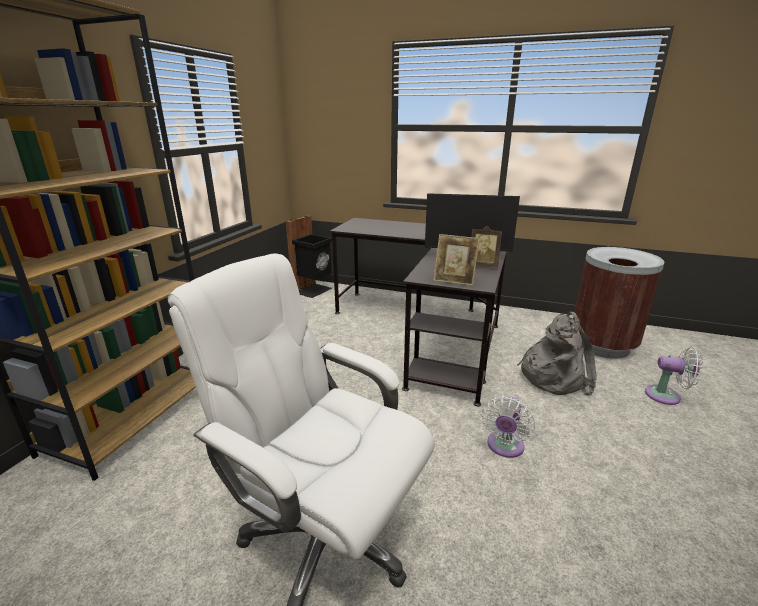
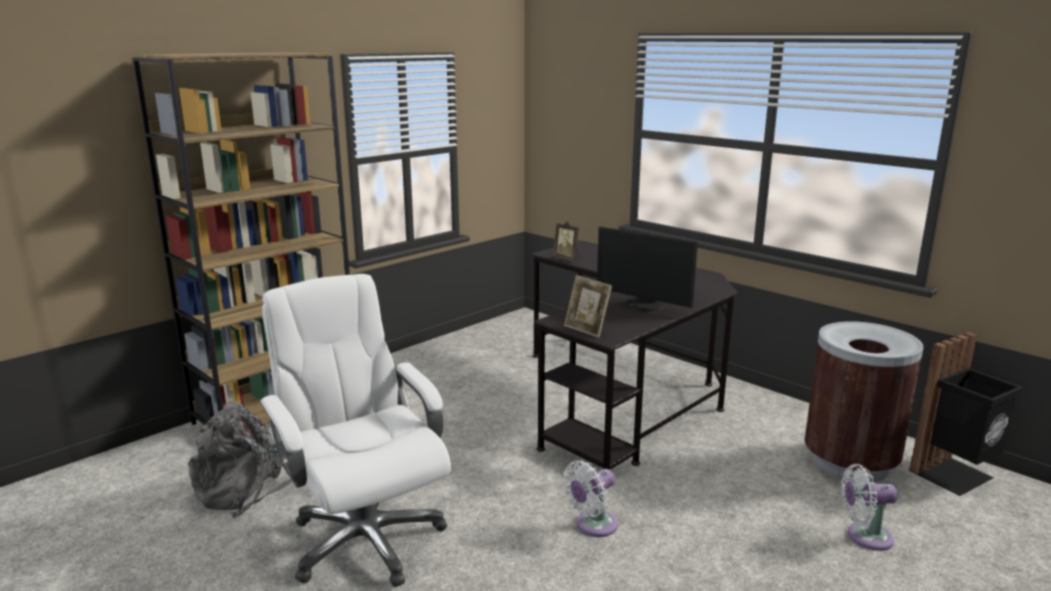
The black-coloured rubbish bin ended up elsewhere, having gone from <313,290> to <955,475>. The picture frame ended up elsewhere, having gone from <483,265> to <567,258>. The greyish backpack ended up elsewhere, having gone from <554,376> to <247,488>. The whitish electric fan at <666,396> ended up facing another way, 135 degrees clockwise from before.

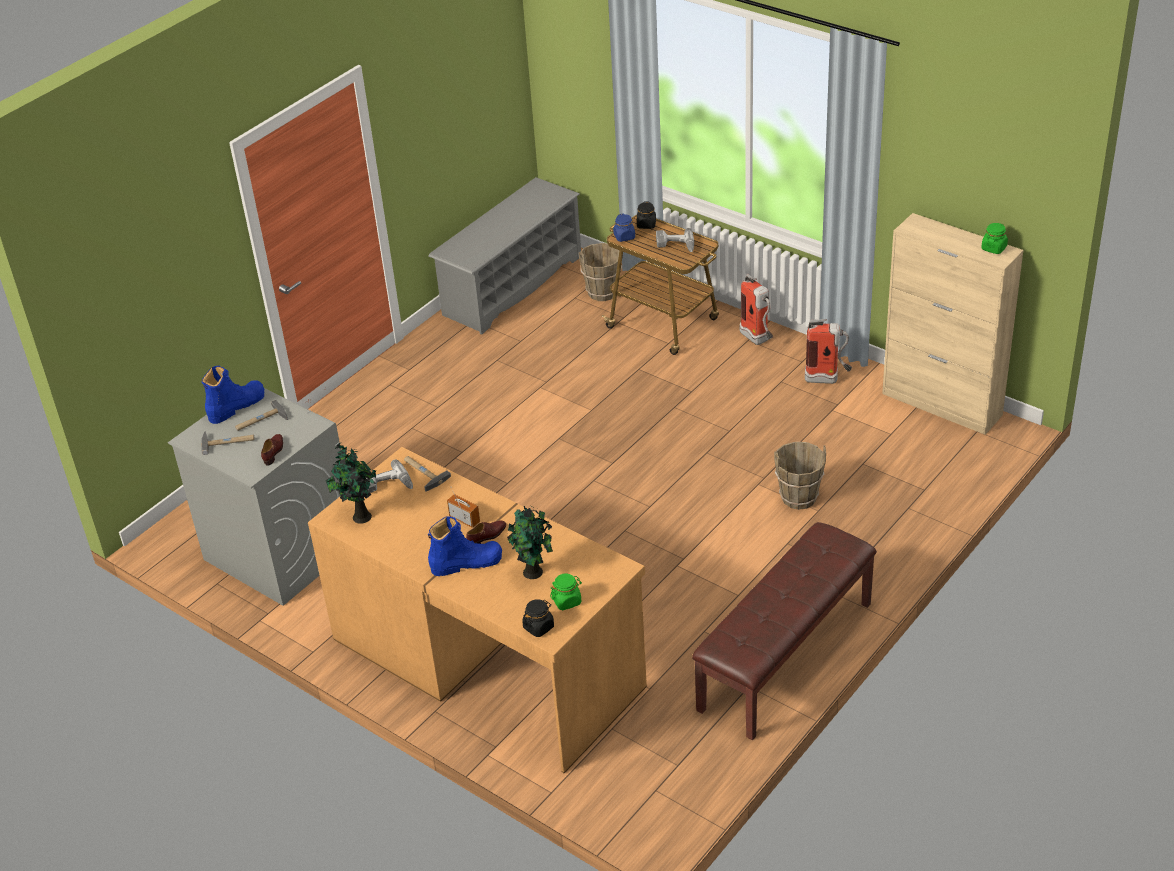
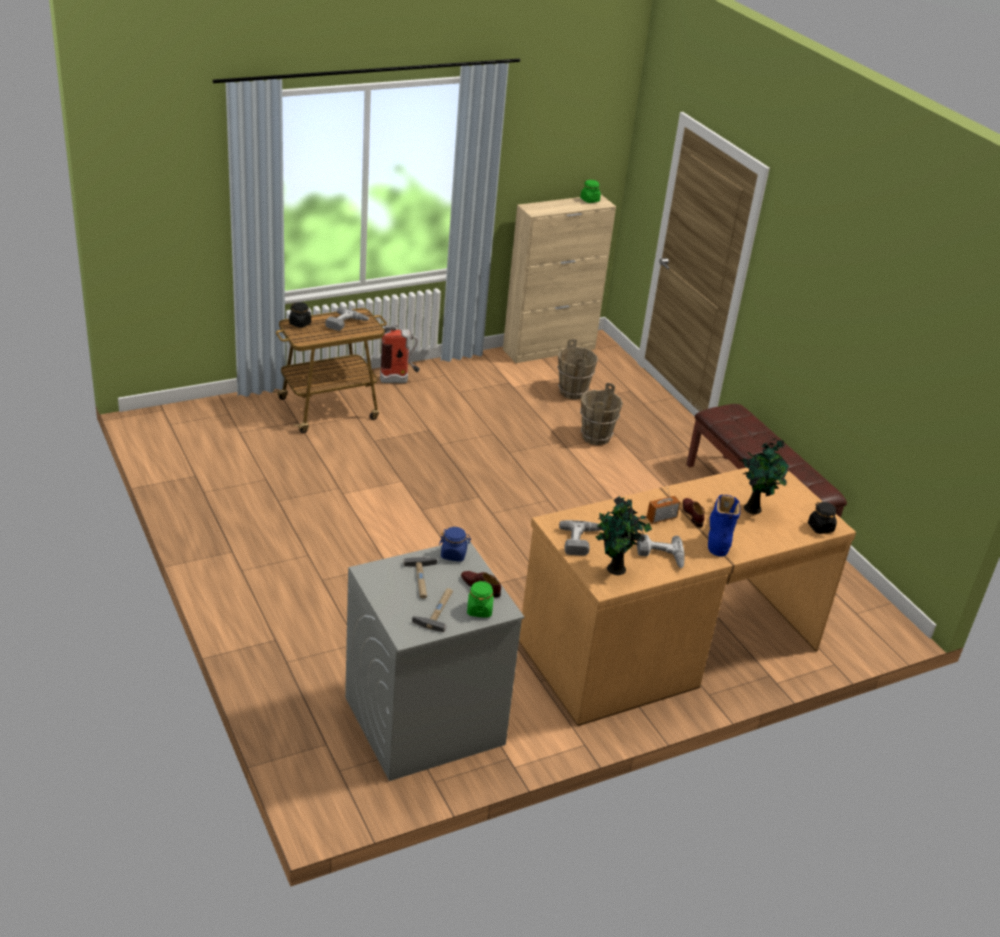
The second view lost the blue-coloured high-top boot at <236,406>. The second view lost the tool hammer at <422,473>. The second view lost the greyish shoe rack at <512,286>. The greenish preserve jar ended up elsewhere, having gone from <567,601> to <479,610>. The brown-coloured bucket ended up elsewhere, having gone from <603,292> to <573,392>. The blue-coloured preserve jar ended up elsewhere, having gone from <624,237> to <454,554>. The second view lost the fire extinguisher at <827,379>. The second view gained the power drill at <660,556>.

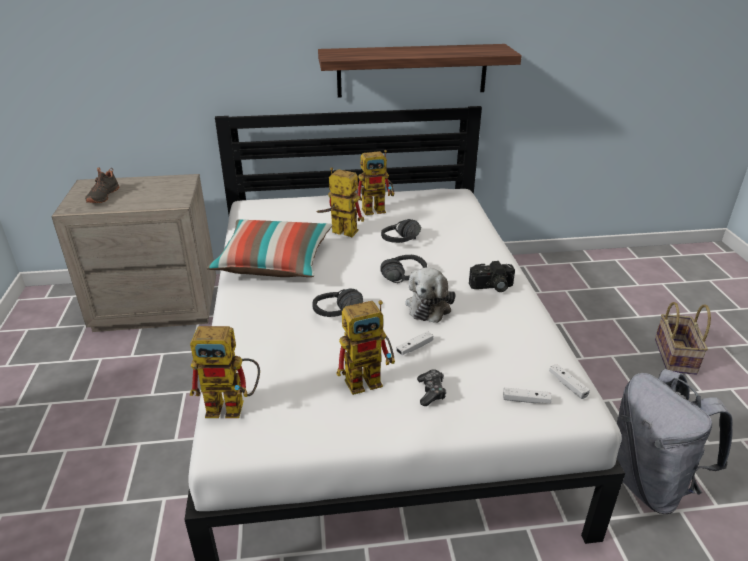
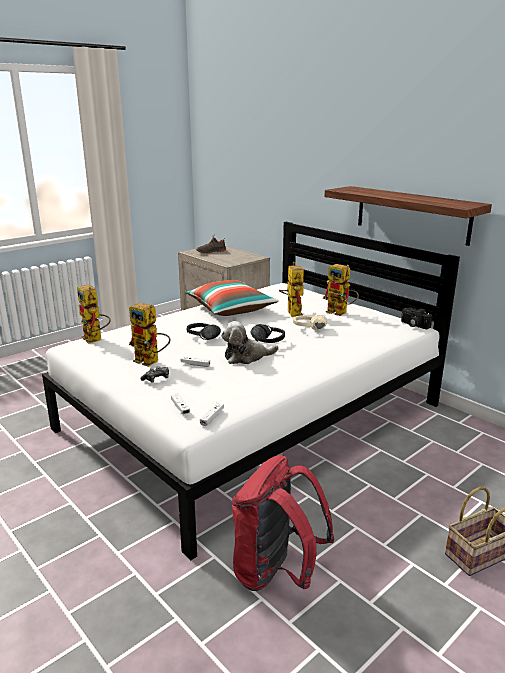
What was the black-coloured pair of headphones at <406,242> turned into the sand-coloured pair of headphones at <309,330>. The photo camera ended up elsewhere, having gone from <492,287> to <413,325>. What was the greyish backpack at <649,483> turned into the red-coloured backpack at <276,573>.

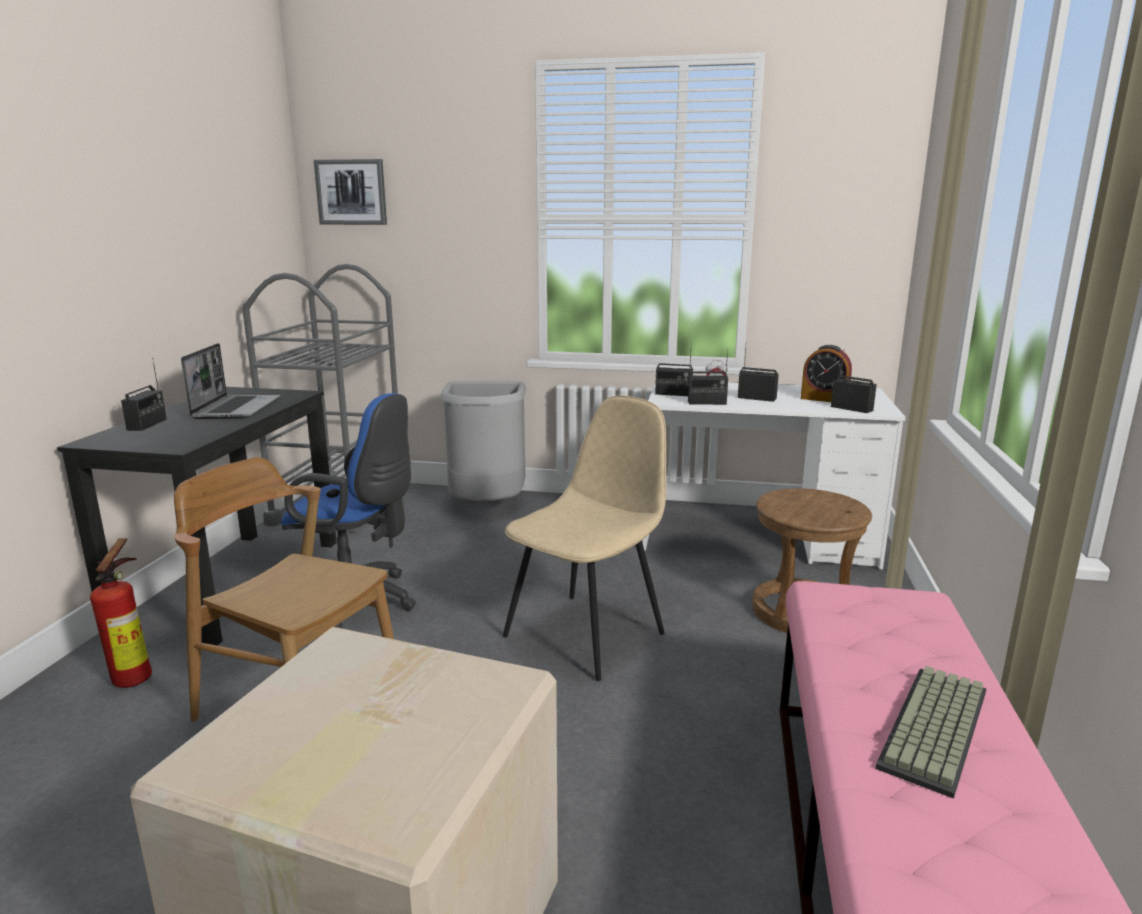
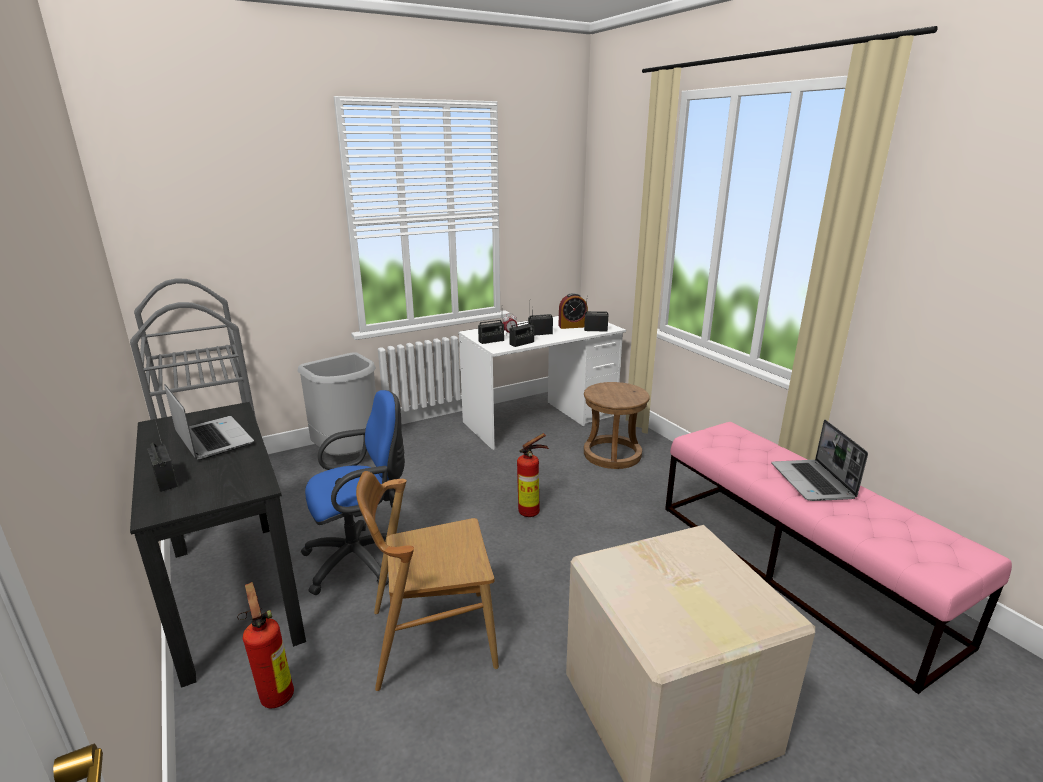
The second view lost the picture at <351,192>. Where the sand-coloured chair stood at <587,633>, the fire extinguisher came to stand at <532,512>. Where the keyboard stood at <937,730>, the portable computer came to stand at <813,482>.

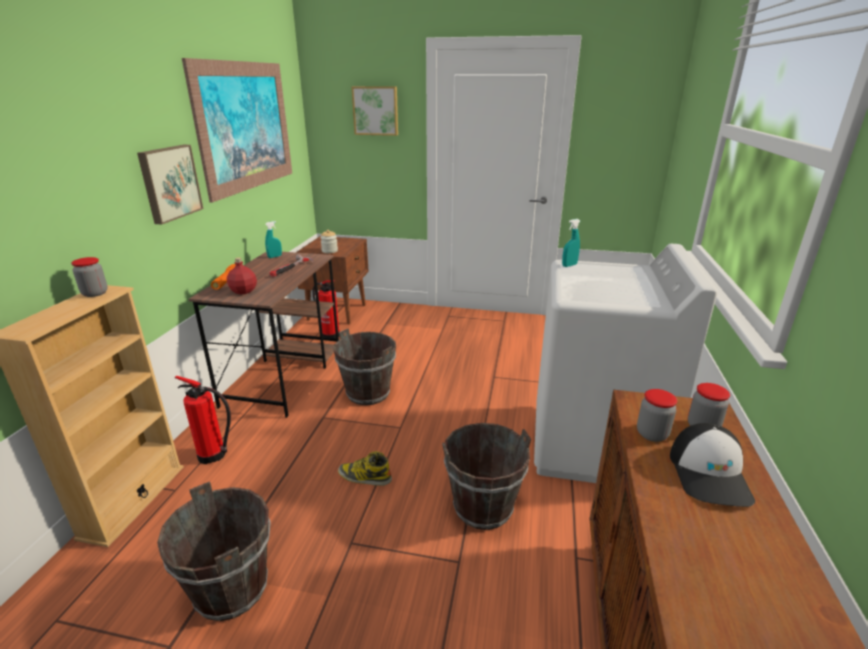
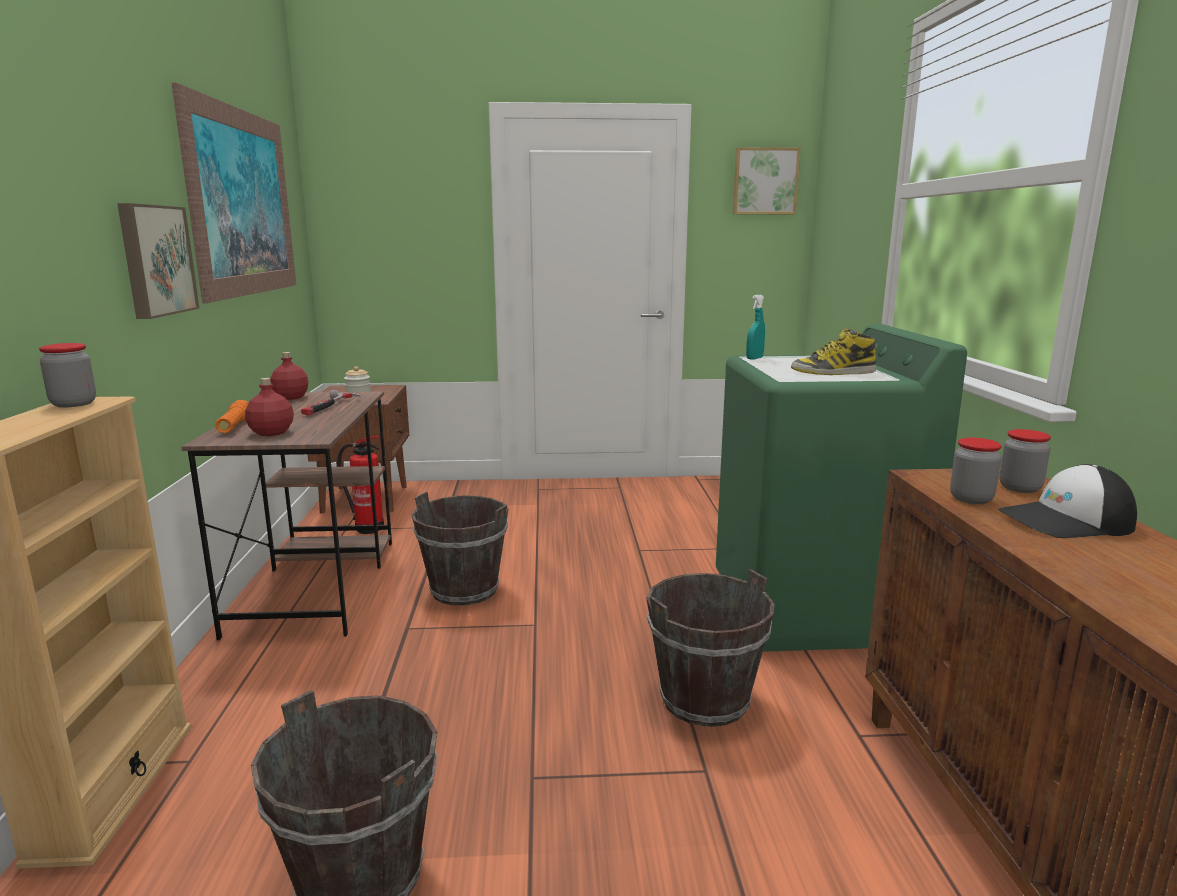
The second view lost the fire extinguisher at <214,456>. Where the turquoise hand sprayer stood at <275,256>, the red-coloured bottle came to stand at <291,397>. The high-top boot ended up elsewhere, having gone from <364,477> to <833,372>. The picture ended up elsewhere, having gone from <376,111> to <765,181>. What was the whitish washing machine at <594,446> turned into the greenish washing machine at <812,609>. The baseball cap at <710,474> ended up facing another way, 90 degrees clockwise from before.

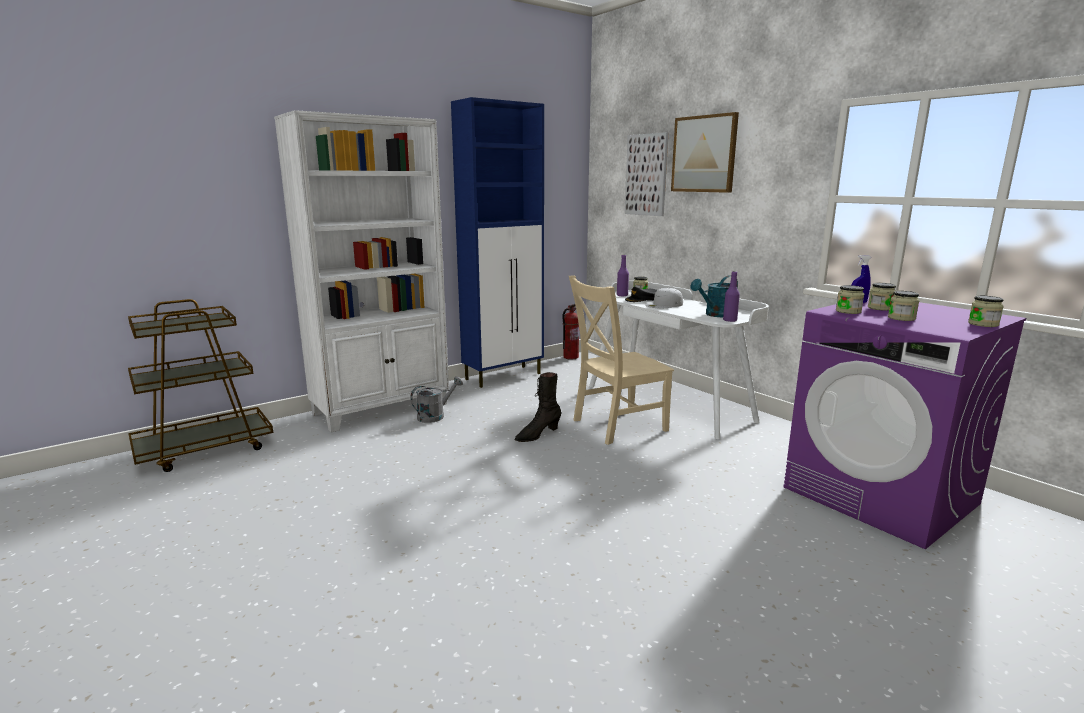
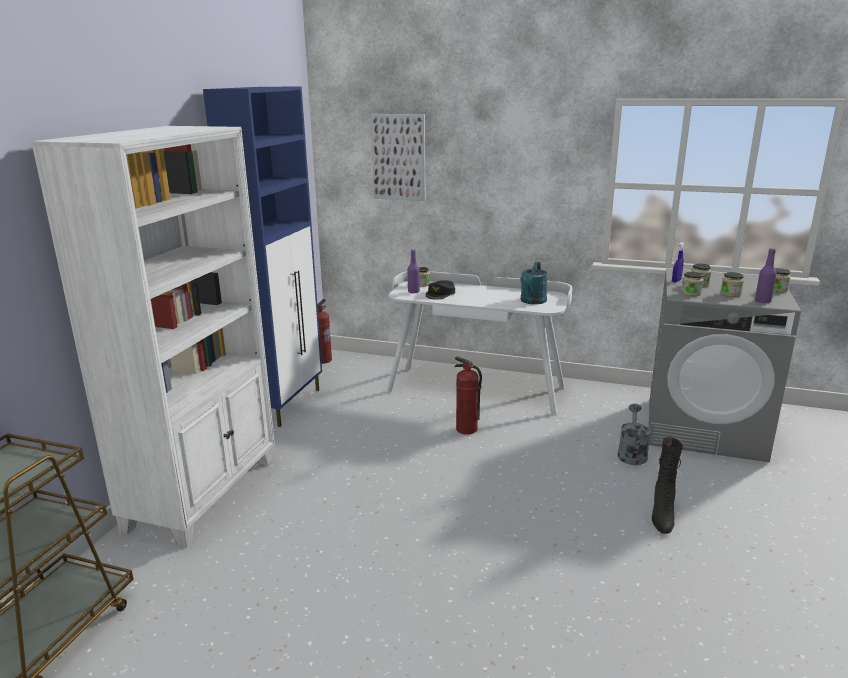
The greyish watering pot ended up elsewhere, having gone from <435,416> to <631,453>. The black-coloured high-top boot ended up elsewhere, having gone from <537,435> to <662,515>. Where the sand-coloured chair stood at <616,426>, the fire extinguisher came to stand at <466,429>. The second view lost the whitish baseball cap at <664,305>. The second view lost the picture at <704,154>. The purple-coloured bottle ended up elsewhere, having gone from <730,320> to <762,301>. What was the purple-coloured washing machine at <881,496> turned into the greyish washing machine at <705,428>.

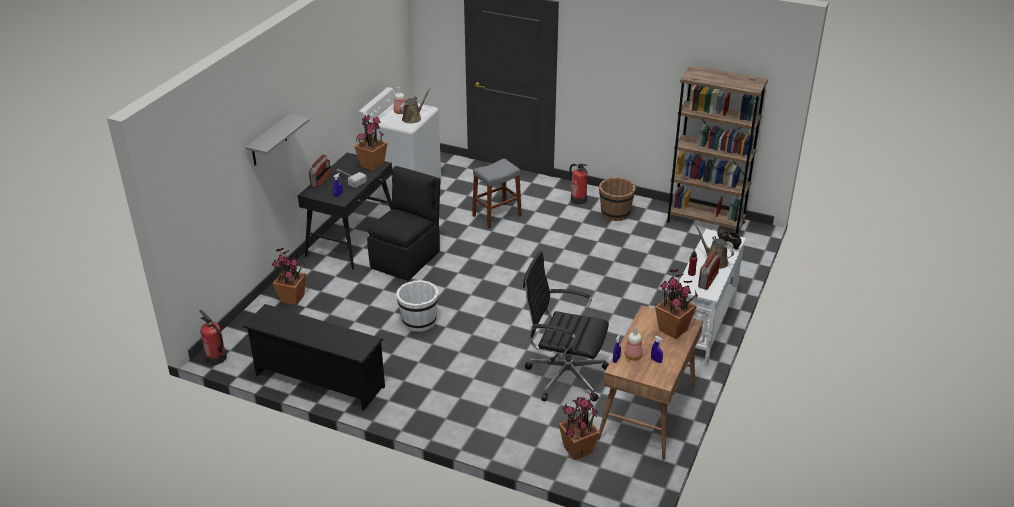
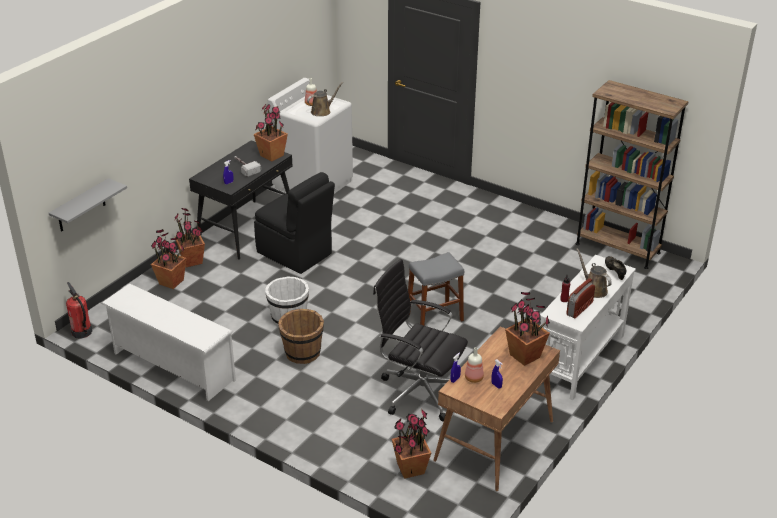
What was the black-coloured shoe rack at <318,381> turned into the whitish shoe rack at <172,367>. The greyish shelf ended up elsewhere, having gone from <269,141> to <81,206>. The second view lost the radio at <321,181>. The black-coloured chair at <407,258> ended up facing another way, 90 degrees clockwise from before. The greyish stool ended up elsewhere, having gone from <496,215> to <434,317>. The second view lost the fire extinguisher at <578,199>. The brown-coloured bucket ended up elsewhere, having gone from <615,214> to <302,353>. The second view gained the plant in a pot at <192,261>.

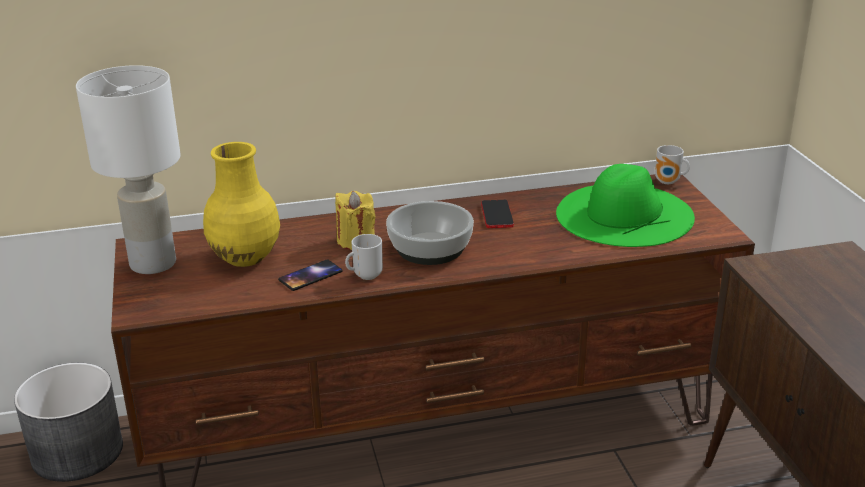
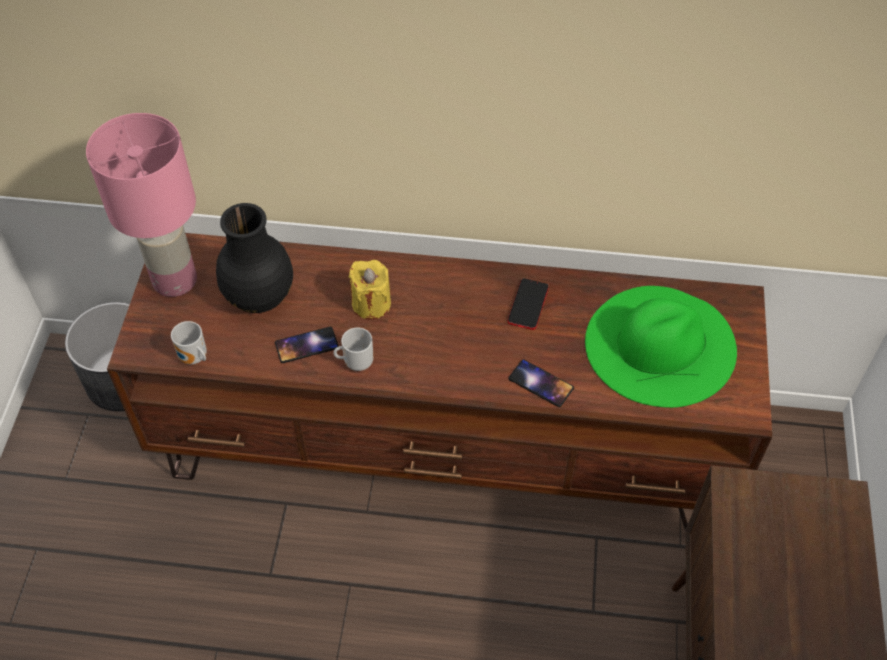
What was the whitish lamp for a table at <154,263> turned into the pinkish lamp for a table at <176,280>. What was the yellow vase at <246,257> turned into the black-coloured vase at <260,297>. The second view lost the serving bowl at <430,249>. The coffee mug ended up elsewhere, having gone from <668,182> to <194,359>. The second view gained the handset at <541,383>.

